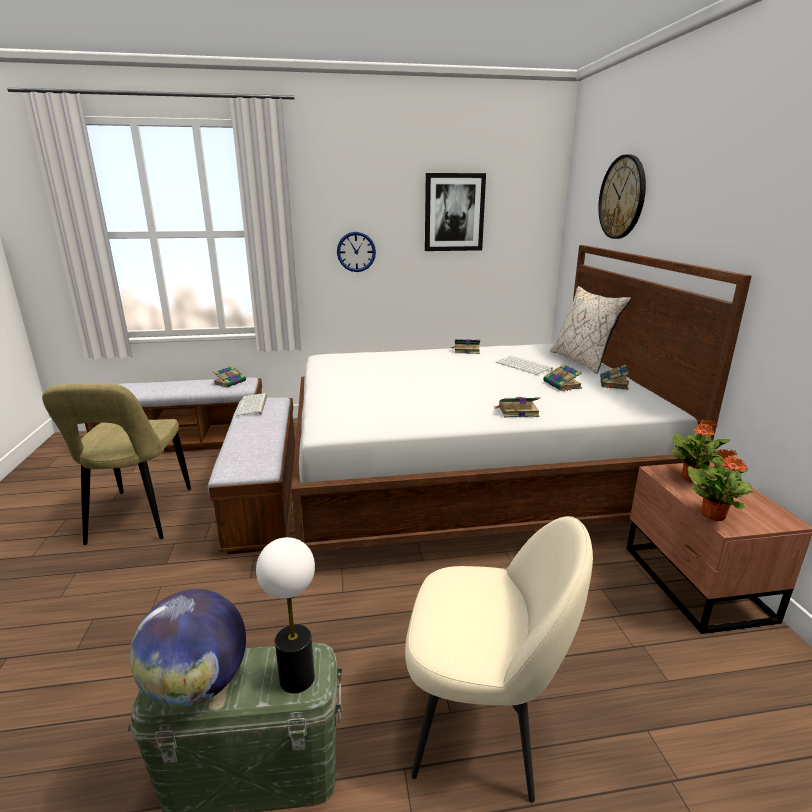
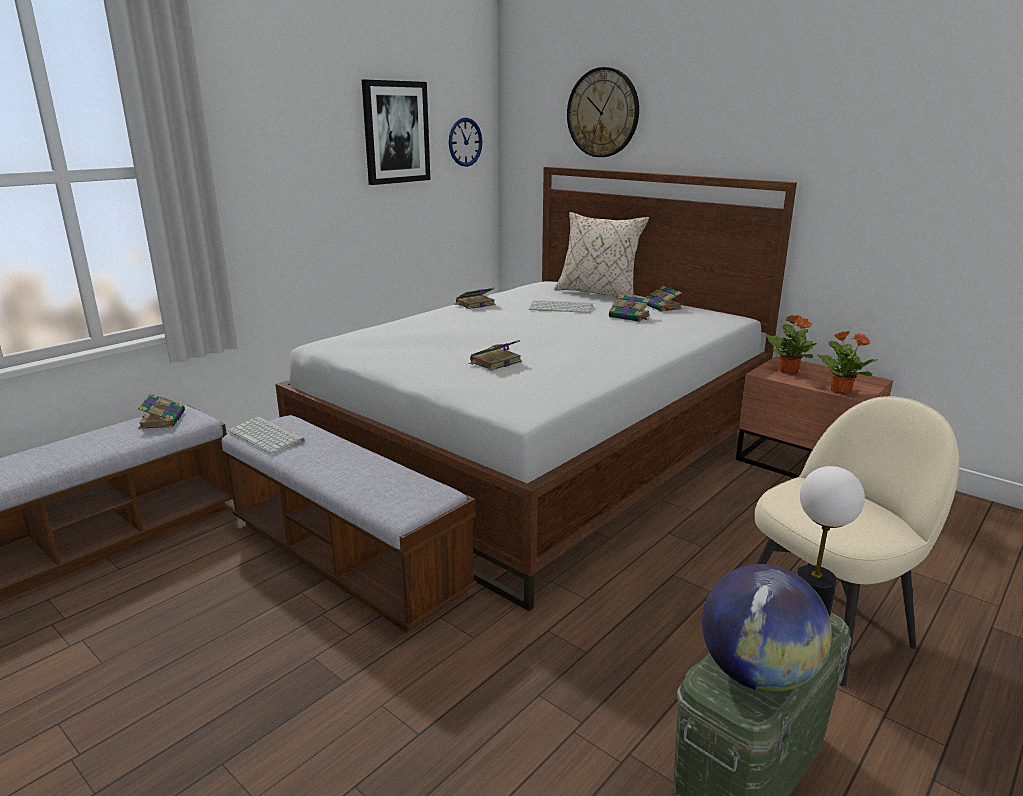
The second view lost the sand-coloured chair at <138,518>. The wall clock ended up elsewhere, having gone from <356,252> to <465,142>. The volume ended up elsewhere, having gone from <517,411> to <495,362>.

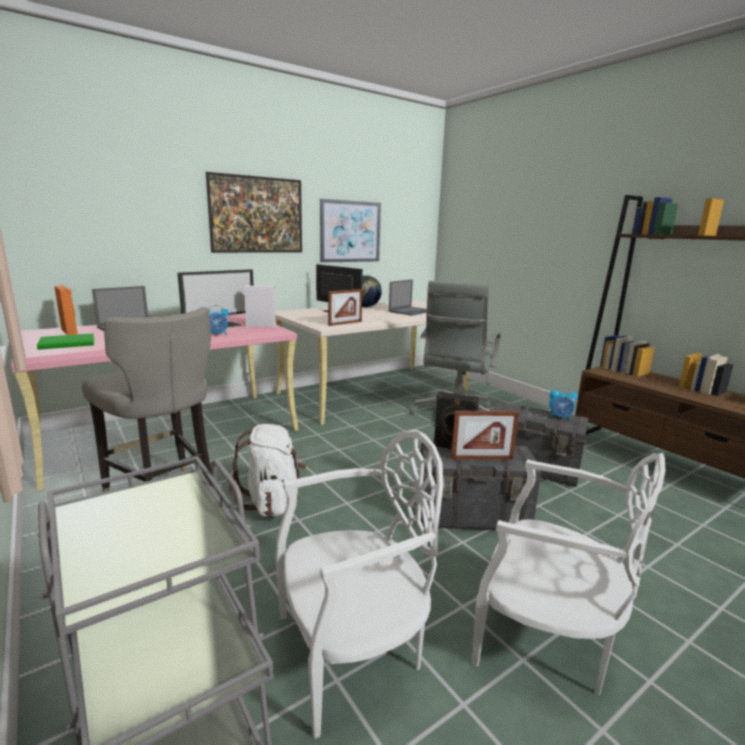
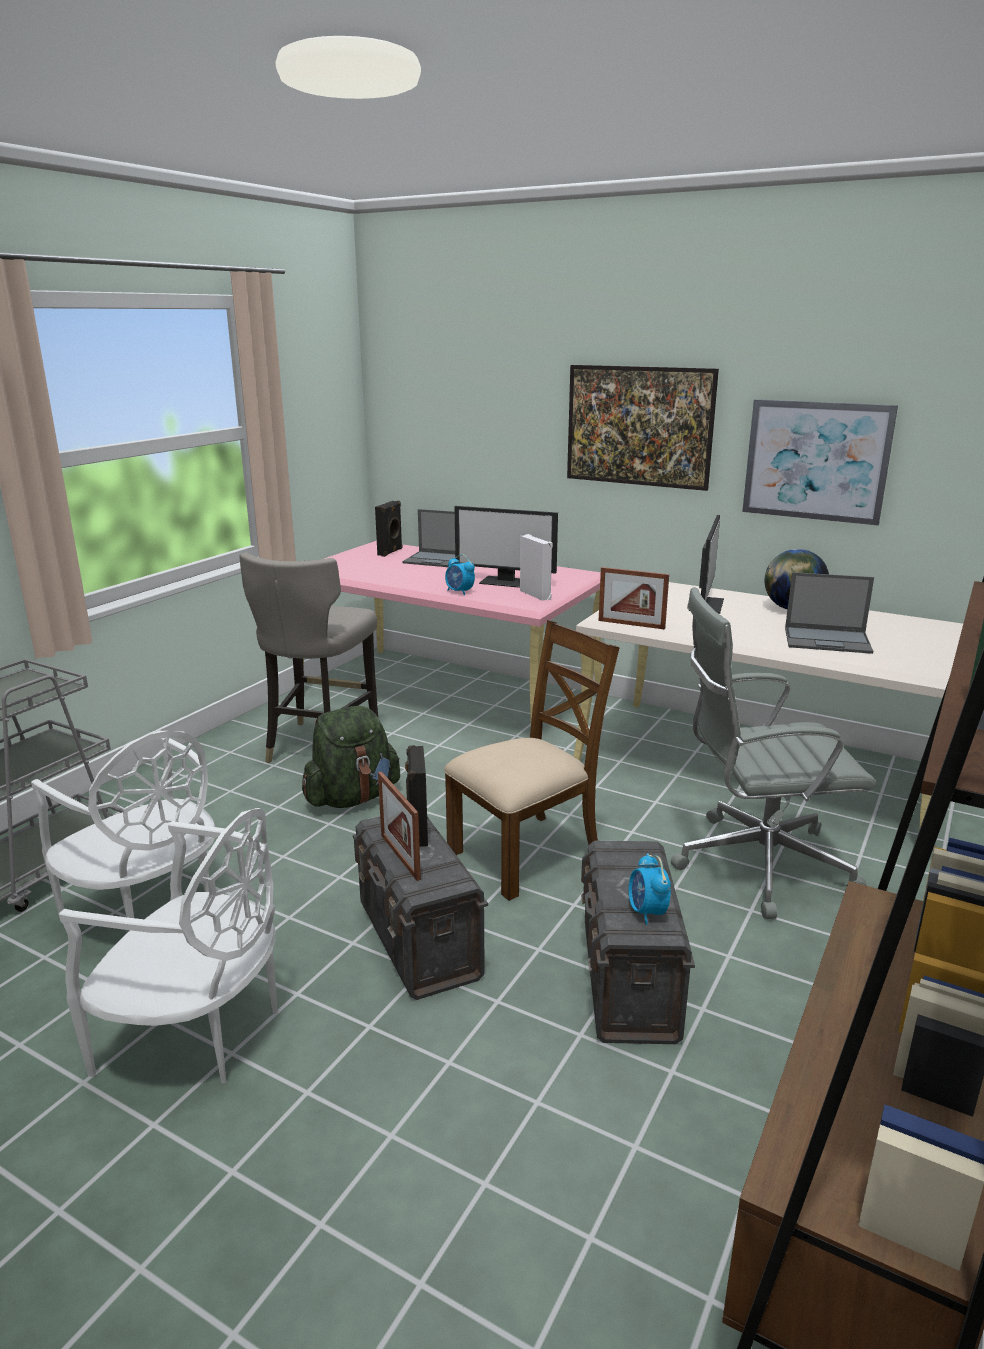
The second view lost the greenish volume at <69,343>. What was the orange loudspeaker at <70,332> turned into the black-coloured loudspeaker at <391,552>. What was the whitish backpack at <272,502> turned into the greenish backpack at <352,798>. The whitish chair at <545,639> ended up facing another way, 75 degrees counterclockwise from before. The second view gained the brown-coloured chair at <527,853>.

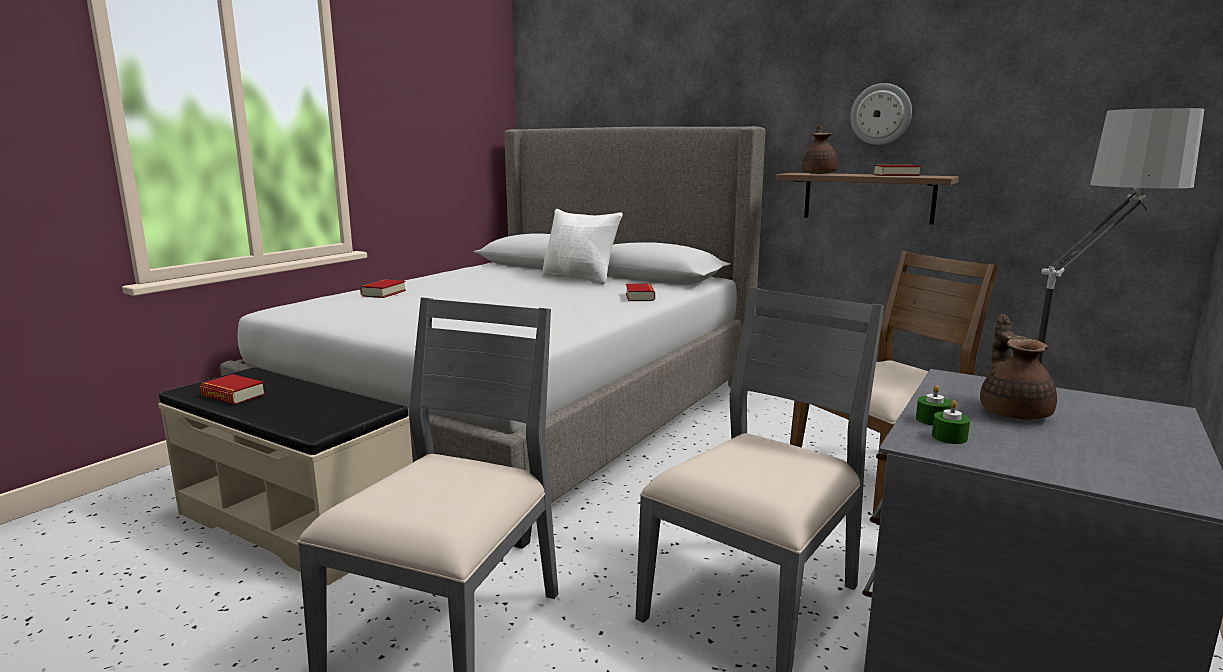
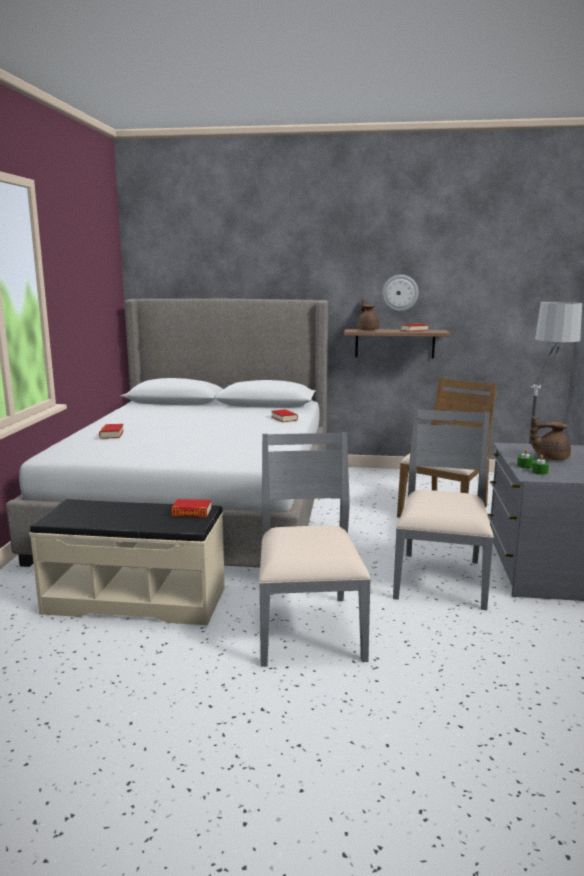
The volume ended up elsewhere, having gone from <233,395> to <191,512>. The second view lost the whitish cushion at <580,278>. The brown-coloured tea pot at <1013,412> ended up facing another way, 60 degrees counterclockwise from before.

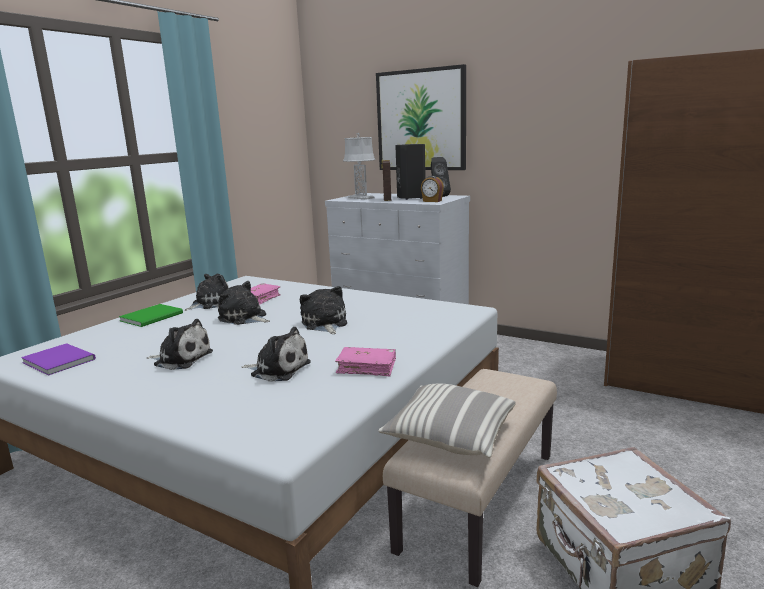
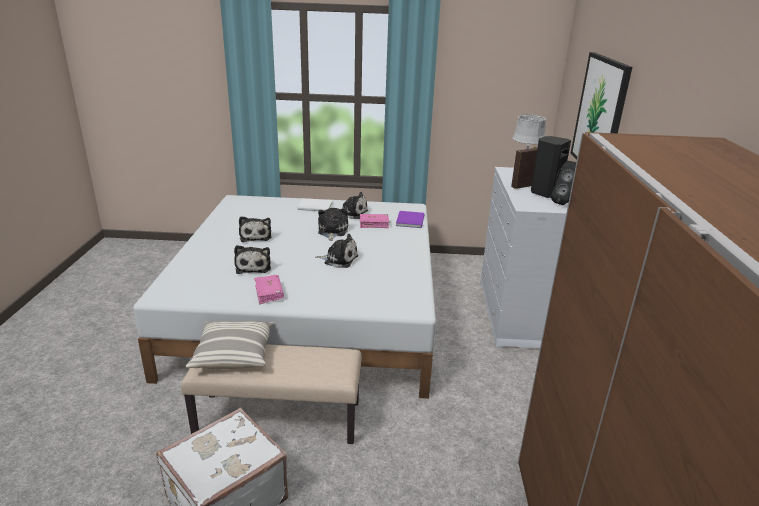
The purple-coloured volume ended up elsewhere, having gone from <59,360> to <411,220>. What was the greenish volume at <154,317> turned into the whitish volume at <316,206>. The cuddly toy at <325,324> ended up facing another way, 60 degrees clockwise from before. The second view lost the alarm clock at <432,201>.

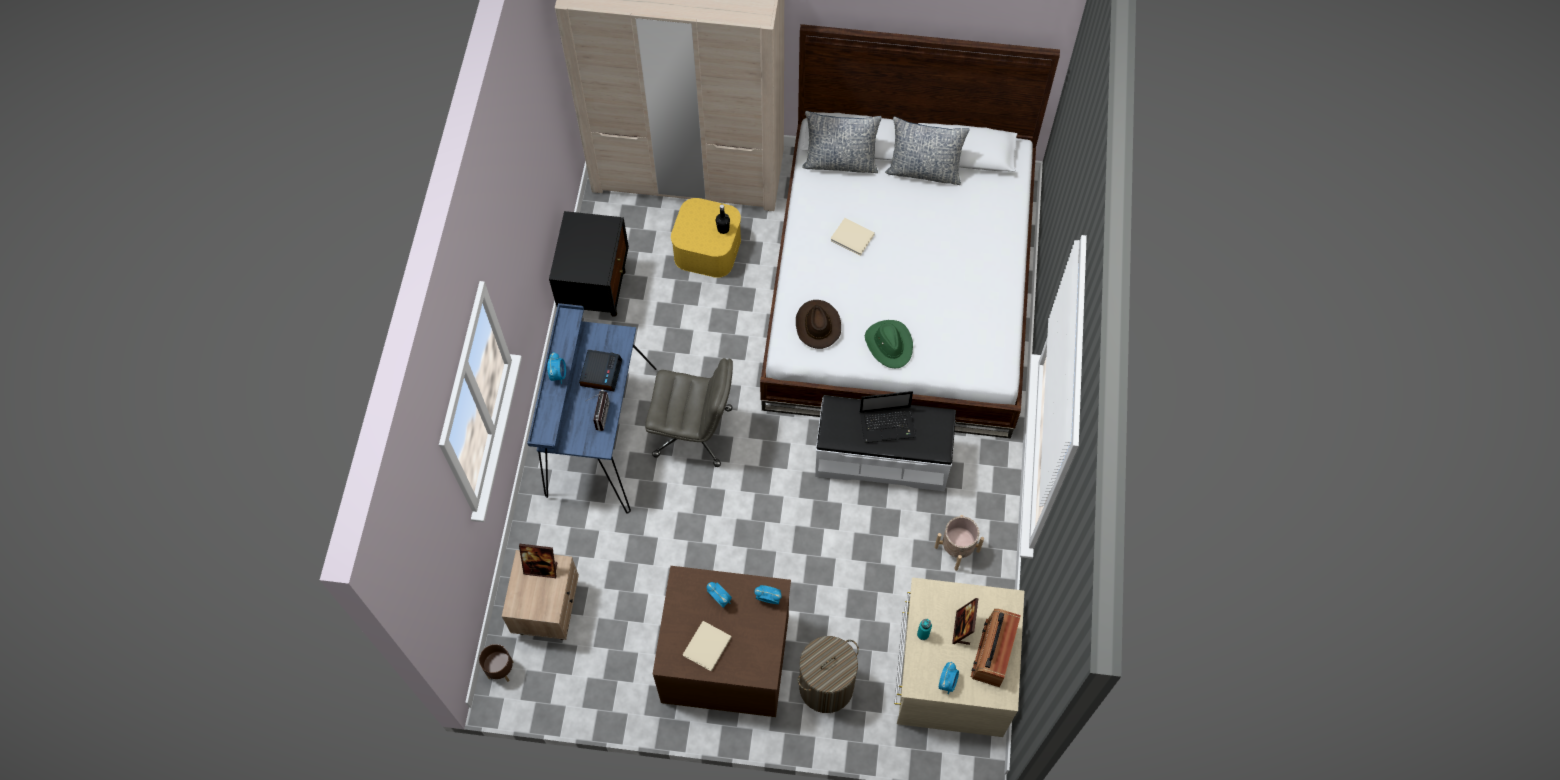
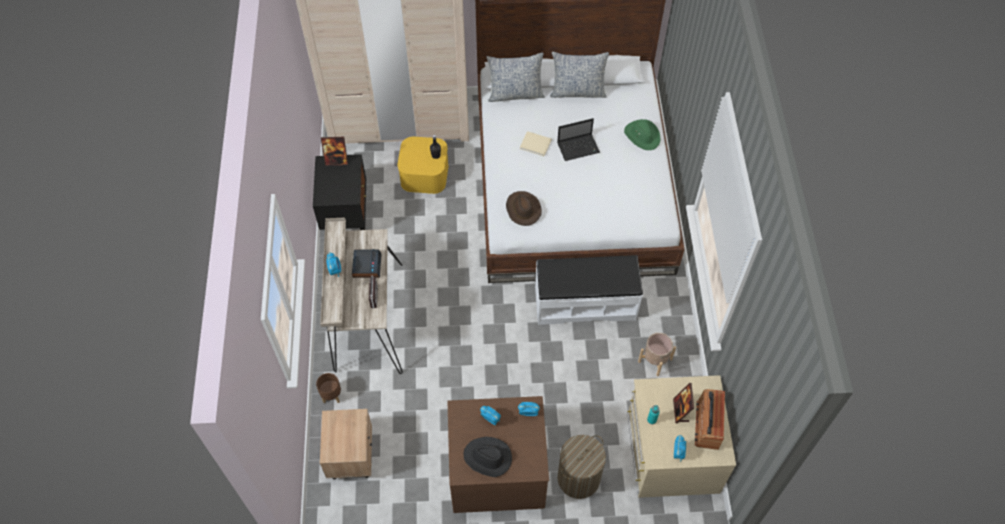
The brown-coloured plant pot ended up elsewhere, having gone from <500,669> to <331,395>. The picture frame ended up elsewhere, having gone from <541,568> to <336,161>. What was the blue-coloured desk at <598,434> turned into the sand-coloured desk at <366,319>. The second view lost the greyish office chair at <694,432>. Where the sand-coloured volume stood at <706,647>, the black-coloured hat came to stand at <487,458>. The portable computer ended up elsewhere, having gone from <888,424> to <579,147>. The greenish hat ended up elsewhere, having gone from <889,344> to <642,135>.

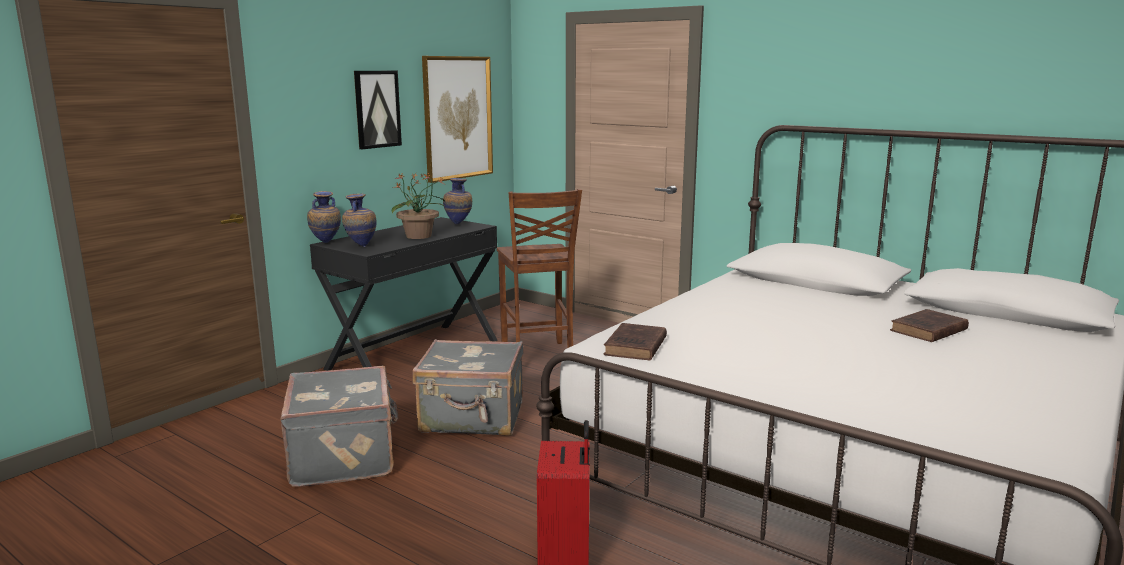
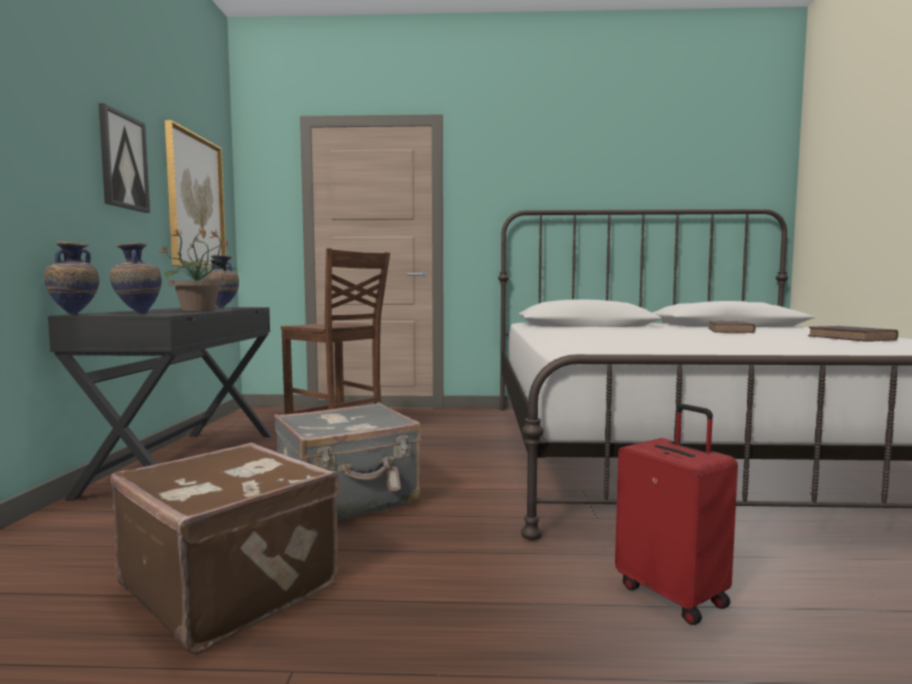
What was the greyish travel case at <345,456> turned into the brown-coloured travel case at <232,584>. The brown-coloured volume ended up elsewhere, having gone from <635,347> to <852,338>.

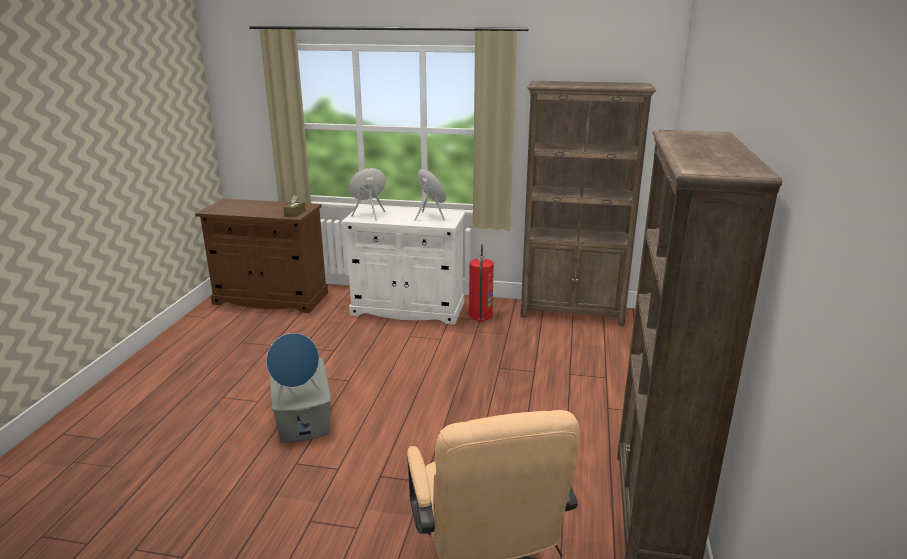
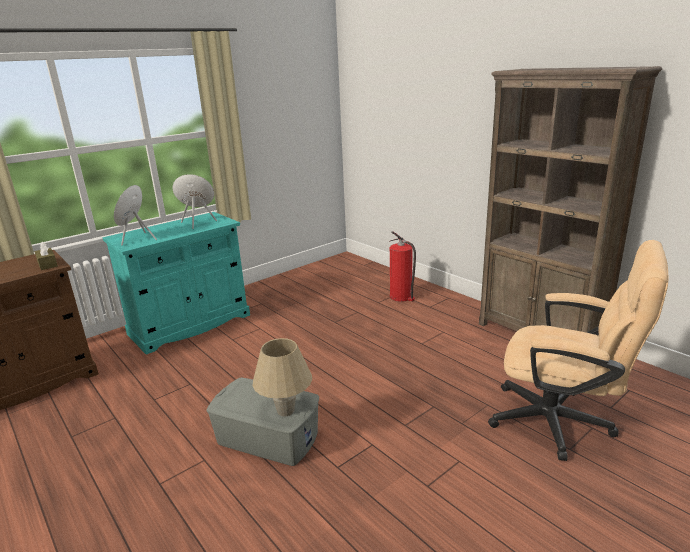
Where the blue-coloured loudspeaker stood at <296,395>, the sand-coloured lamp for a table came to stand at <286,410>. What was the whitish cupboard at <407,309> turned into the turquoise cupboard at <190,324>. The fire extinguisher ended up elsewhere, having gone from <480,315> to <401,297>. The second view lost the brown-coloured bookcase at <572,313>.

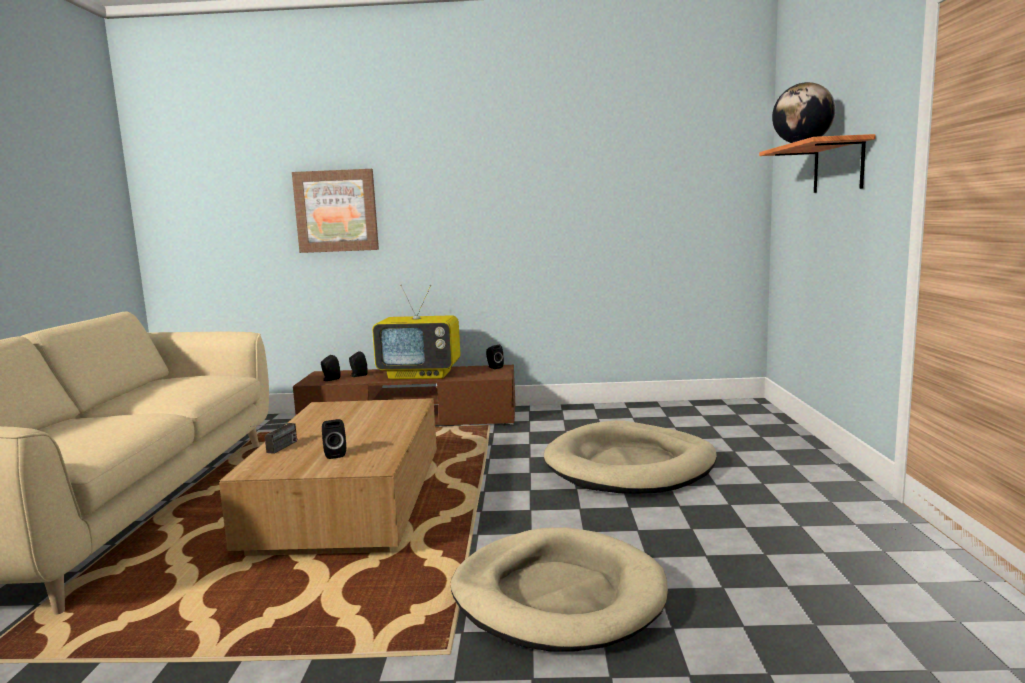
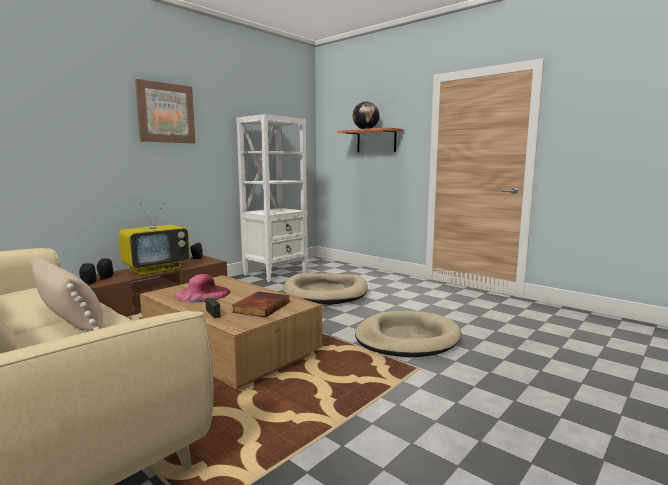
The picture ended up elsewhere, having gone from <336,211> to <165,113>. Where the black-coloured loudspeaker stood at <335,454>, the volume came to stand at <260,307>. The second view gained the sand-coloured cushion at <69,317>. The second view gained the pinkish hat at <202,293>. The second view gained the whitish bookcase at <276,273>.

